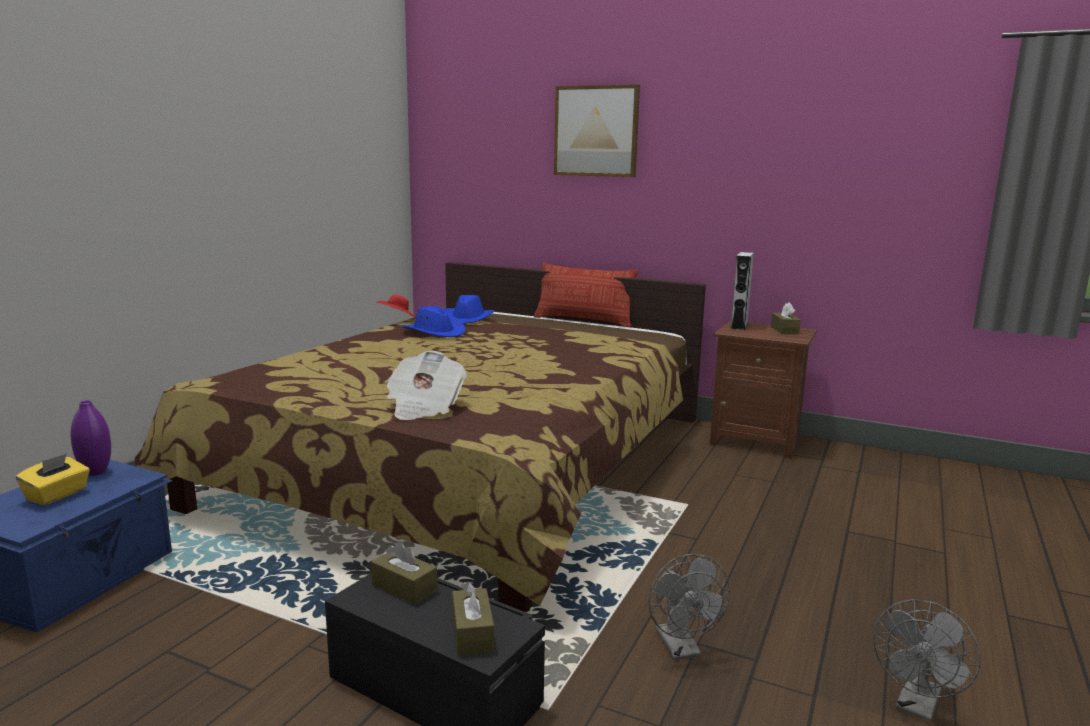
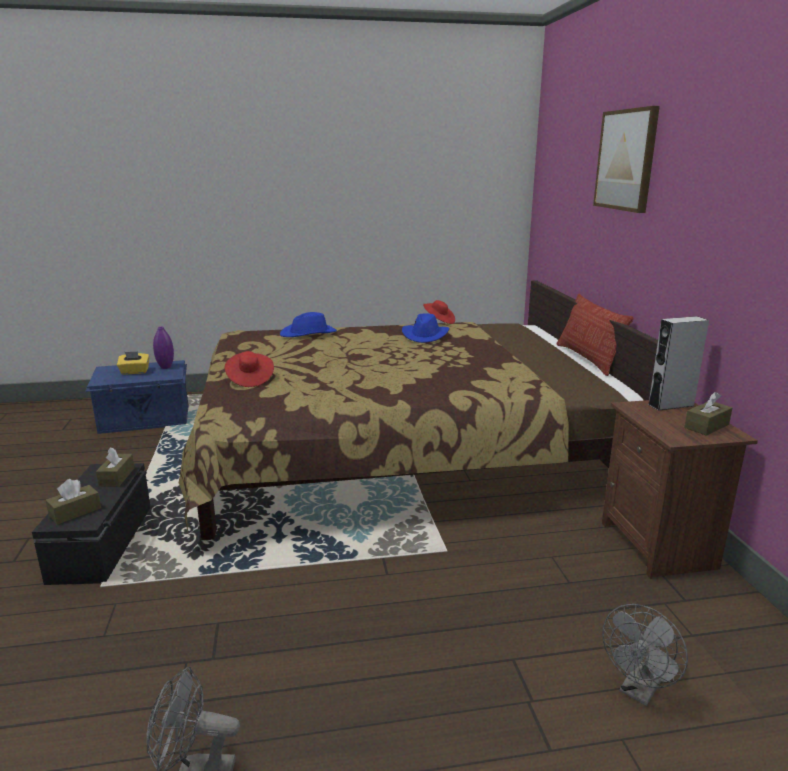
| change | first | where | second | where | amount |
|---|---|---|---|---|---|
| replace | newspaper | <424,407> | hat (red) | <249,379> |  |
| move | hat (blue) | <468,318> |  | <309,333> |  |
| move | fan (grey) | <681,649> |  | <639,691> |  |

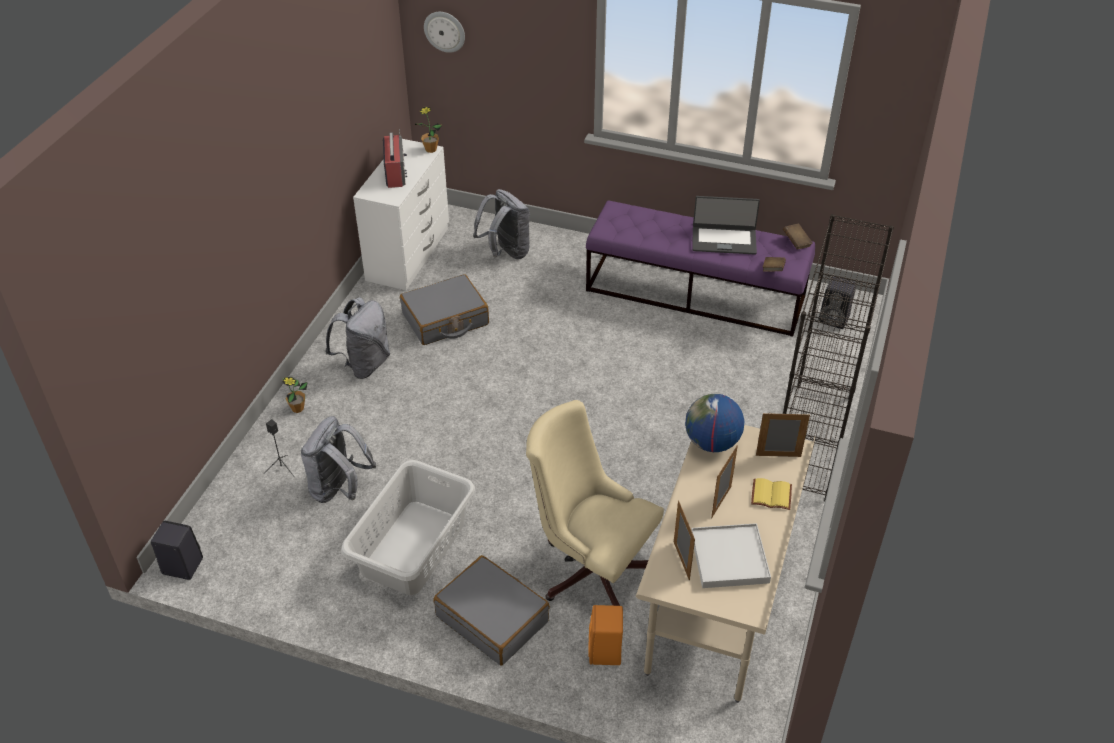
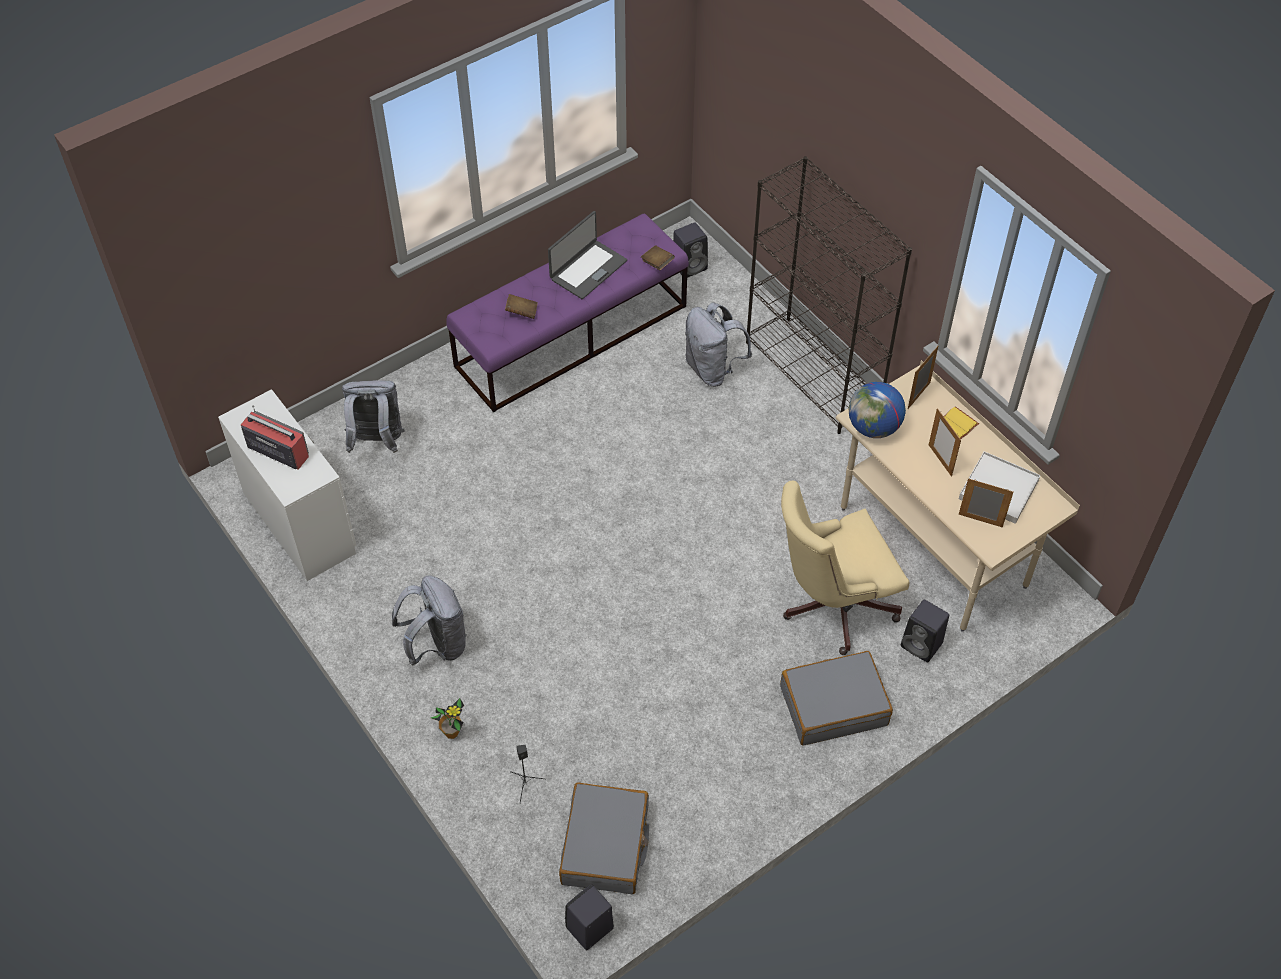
| change | first | where | second | where | amount |
|---|---|---|---|---|---|
| move | book (brown) | <796,242> |  | <521,312> |  |
| move | suitcase (grey) | <445,320> |  | <606,845> |  |
| move | backpack (grey) | <339,489> |  | <713,369> |  |
| recolor | speaker (orange) | <605,652> | speaker (black) | <922,645> |  |
| delete | laundry basket (grey) | <412,547> |  |  |  |
| delete | potted plant | <431,149> |  |  |  |
| delete | wall clock | <445,31> |  |  |  |

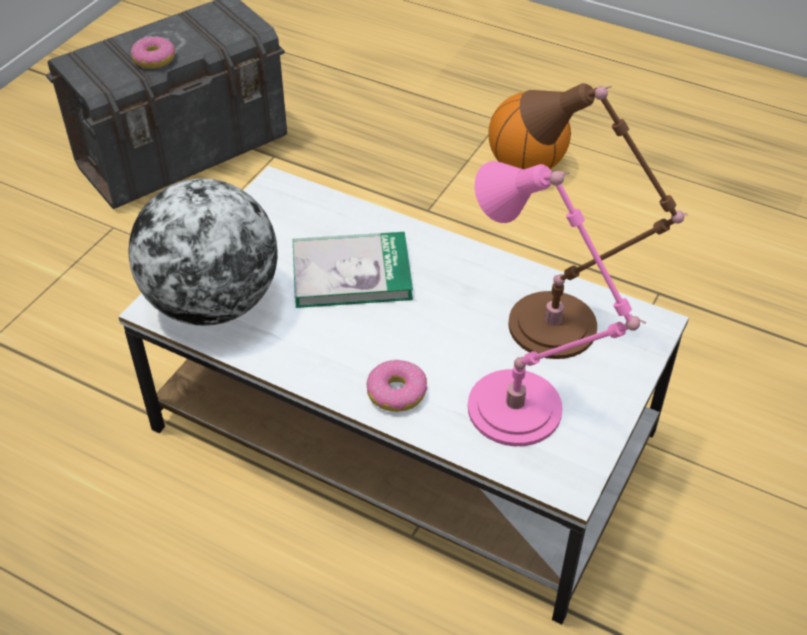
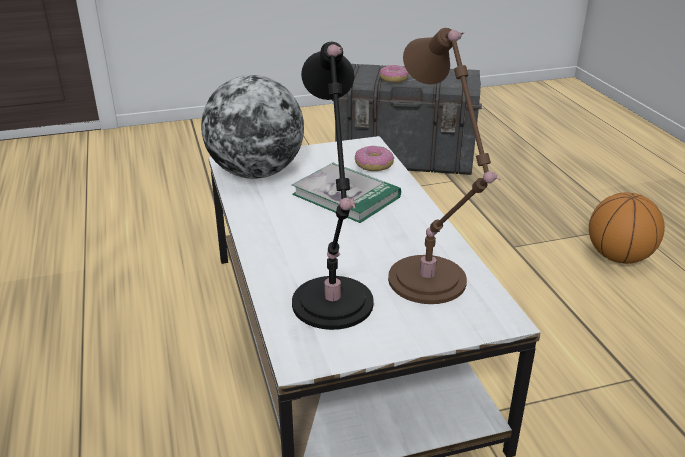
| change | first | where | second | where | amount |
|---|---|---|---|---|---|
| recolor | table lamp (pink) | <521,413> | table lamp (black) | <333,308> |  |
| move | donut | <396,393> |  | <373,165> |  |

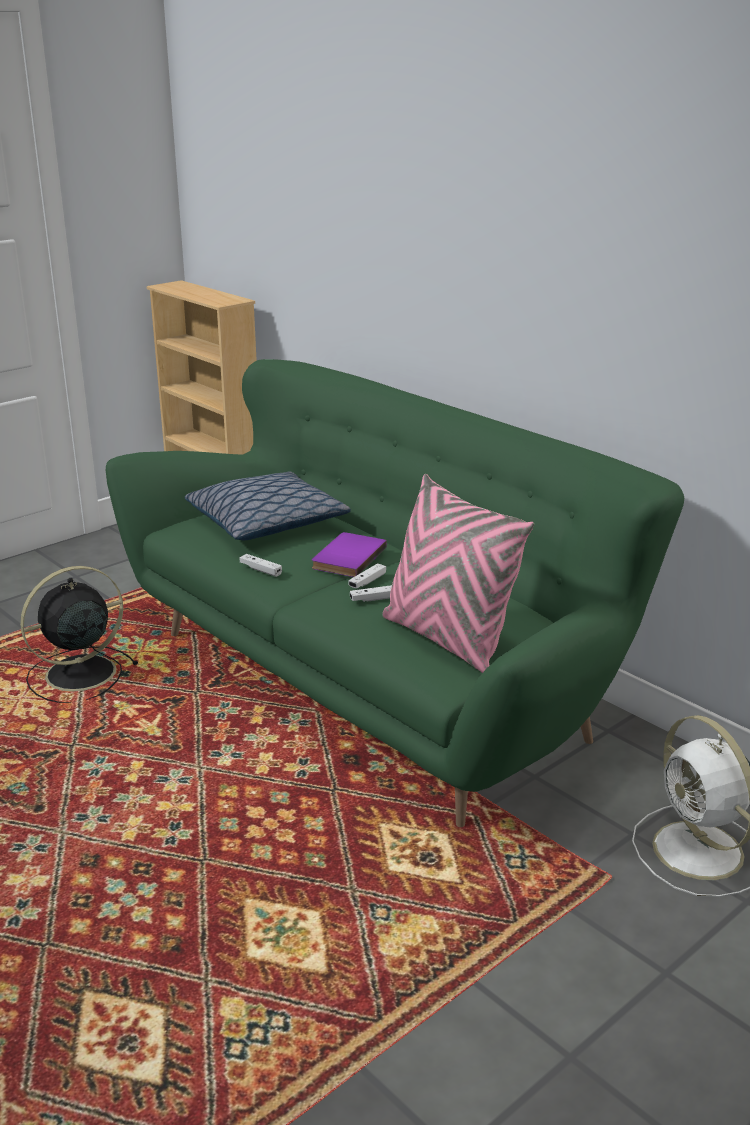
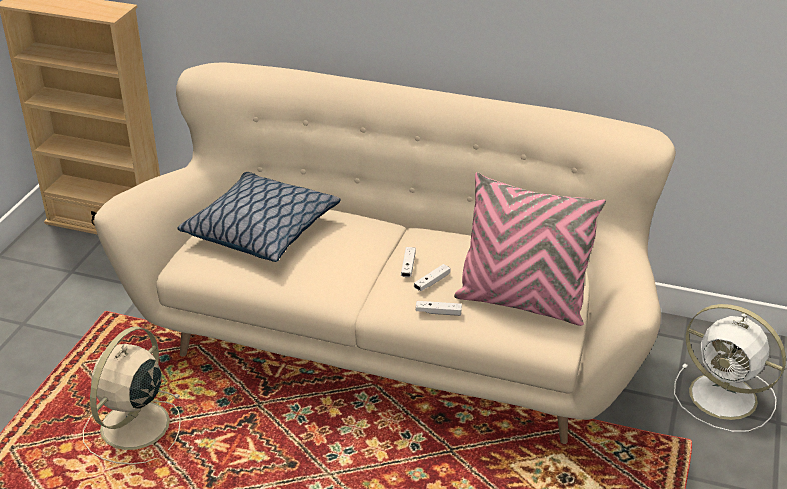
| change | first | where | second | where | amount |
|---|---|---|---|---|---|
| recolor | fan (black) | <77,674> | fan (beige) | <133,427> |  |
| recolor | sofa (green) | <375,680> | sofa (beige) | <393,339> |  |
| move | game controller (white) | <261,570> |  | <438,312> |  |
| delete | book (purple) | <346,557> |  |  |  |

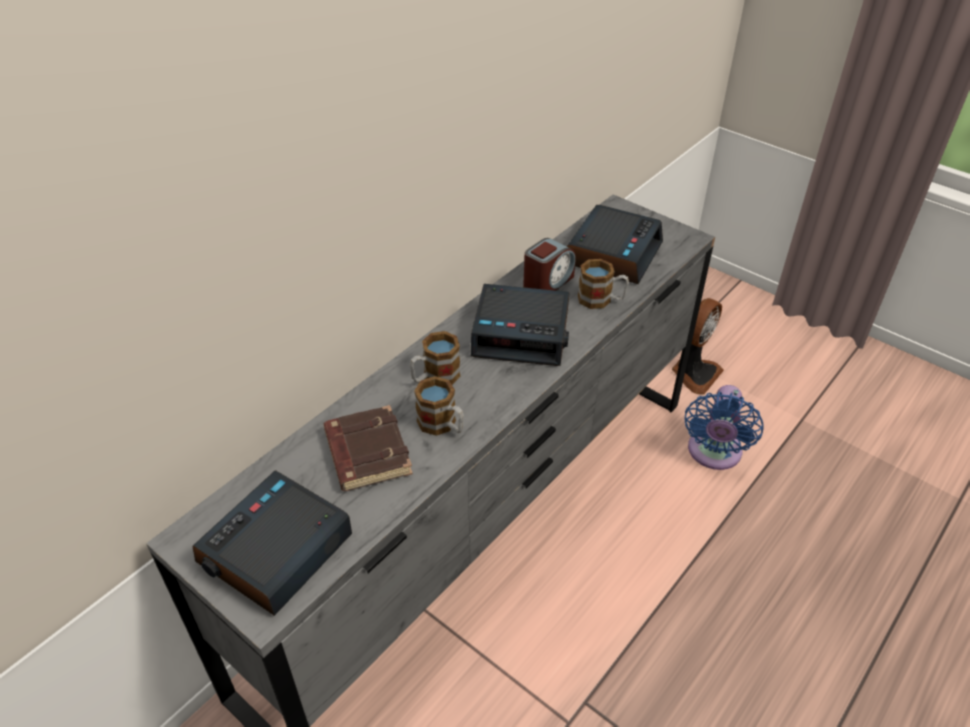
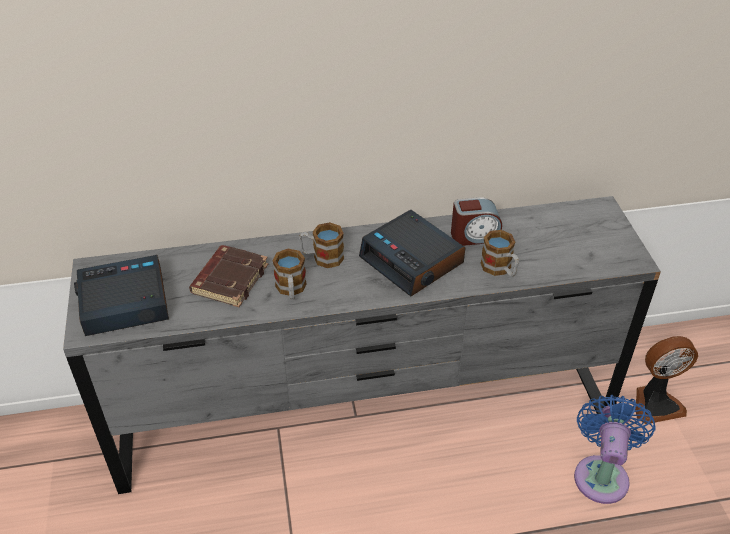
| change | first | where | second | where | amount |
|---|---|---|---|---|---|
| rotate | fan (blue) | <713,454> |  | <601,474> | 135 degrees clockwise |
| delete | alarm clock | <613,253> |  |  |  |

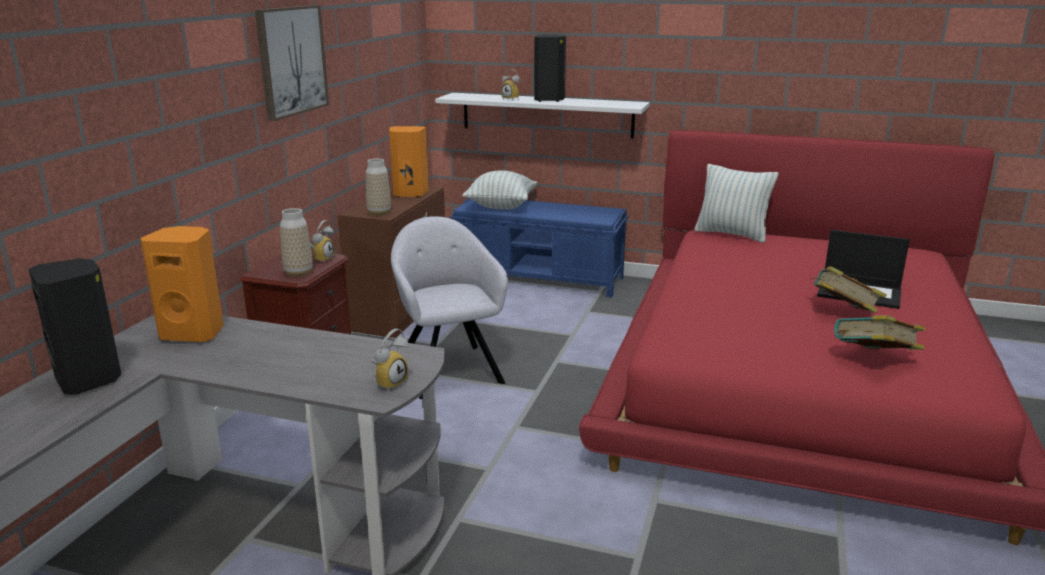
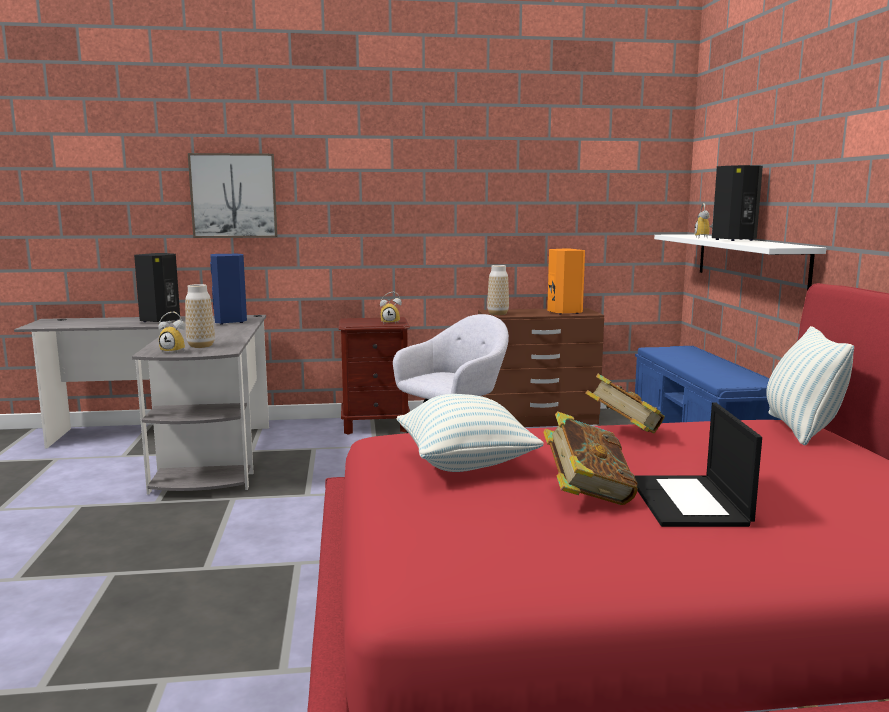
| change | first | where | second | where | amount |
|---|---|---|---|---|---|
| move | vase | <298,273> |  | <201,346> |  |
| move | picture | <291,61> |  | <233,196> |  |
| recolor | speaker (orange) | <194,333> | speaker (blue) | <230,321> |  |
| move | pillow | <501,206> |  | <465,463> |  |
| move | book | <873,360> |  | <624,434> |  |

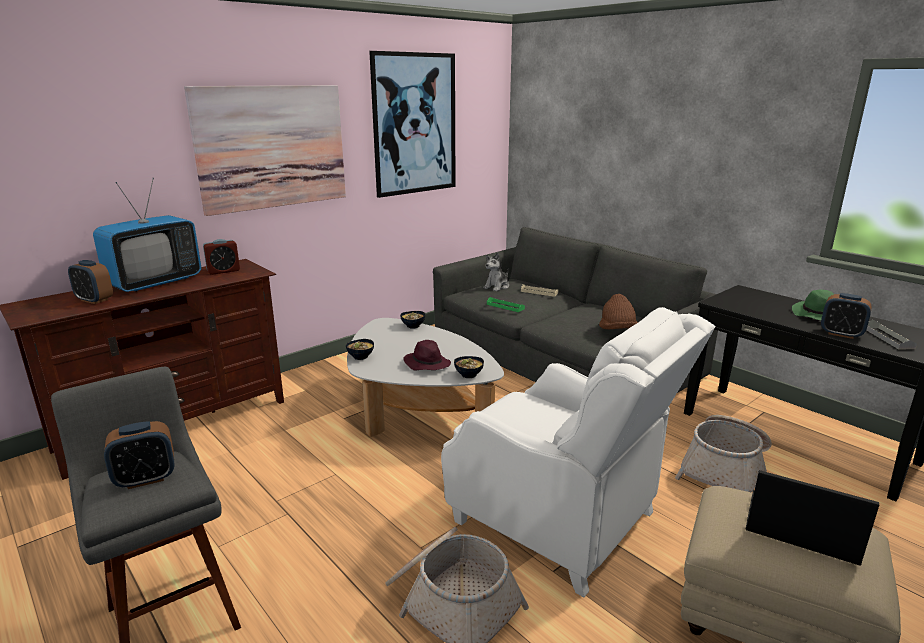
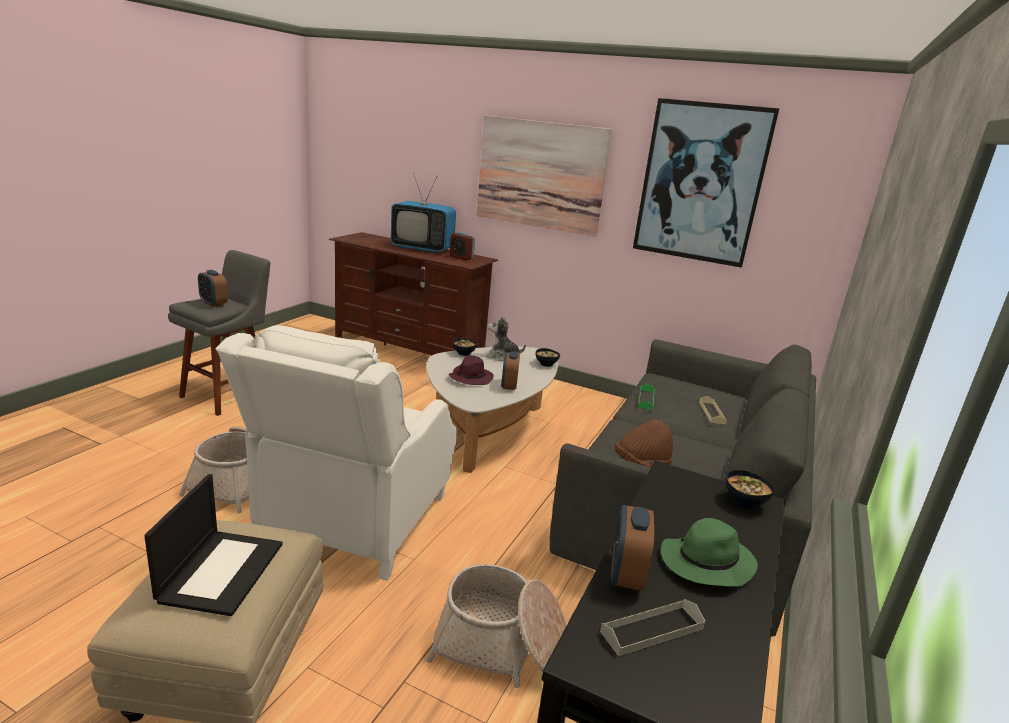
| change | first | where | second | where | amount |
|---|---|---|---|---|---|
| move | plush toy | <497,287> |  | <502,357> |  |
| move | alarm clock | <94,300> |  | <509,385> |  |
| move | bowl | <468,375> |  | <745,501> |  |

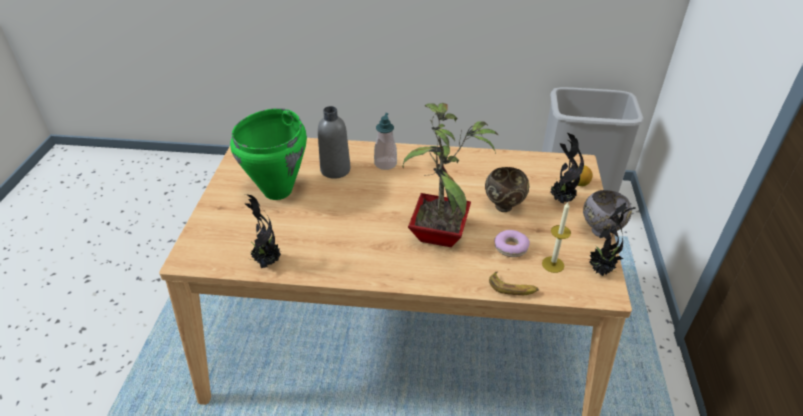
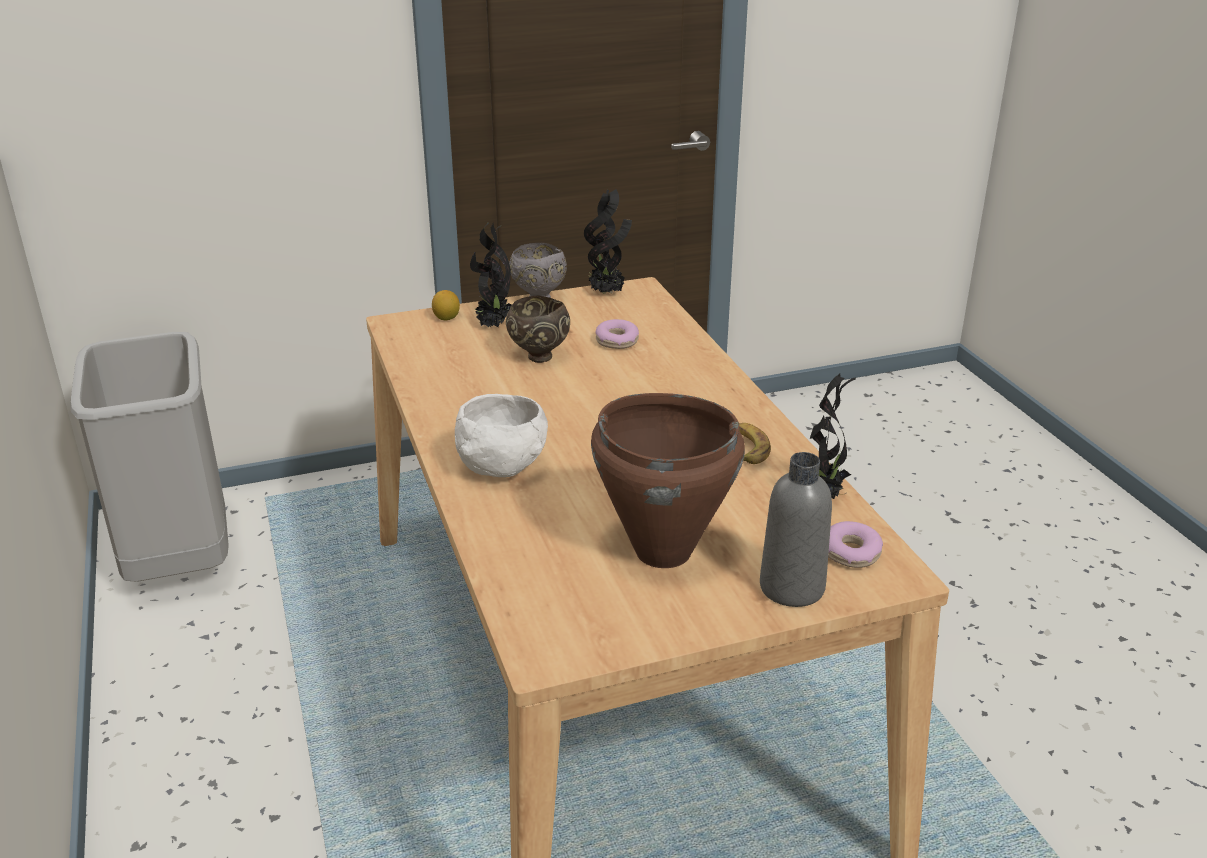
| change | first | where | second | where | amount |
|---|---|---|---|---|---|
| replace | soap dispenser | <385,163> | bowl (white) | <502,468> |  |
| recolor | cooking pot (green) | <278,191> | cooking pot (brown) | <662,551> |  |
| move | banana | <512,288> |  | <747,448> |  |
| move | bottle (grey) | <335,170> |  | <792,587> |  |
| insert |  |  | donut | <851,553> |  |
| delete | potted plant | <442,235> |  |  |  |
| delete | candle | <553,264> |  |  |  |

